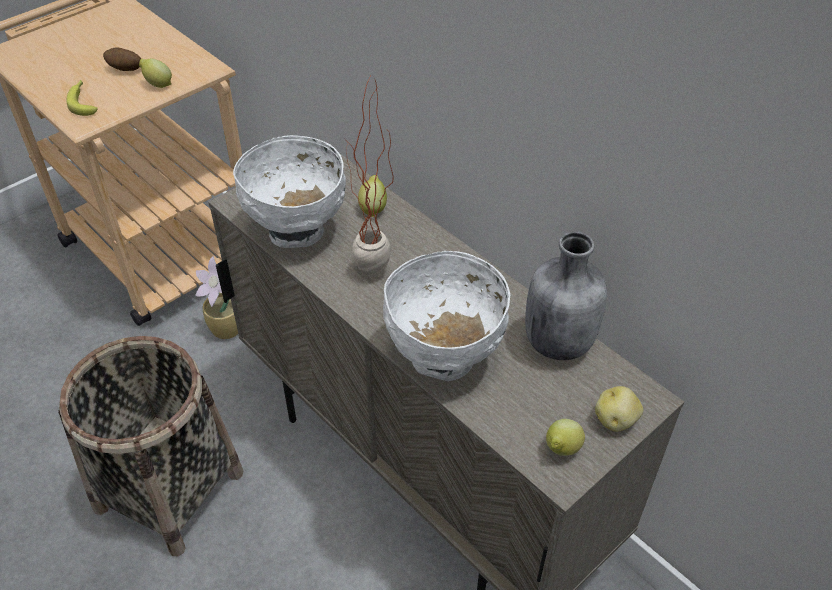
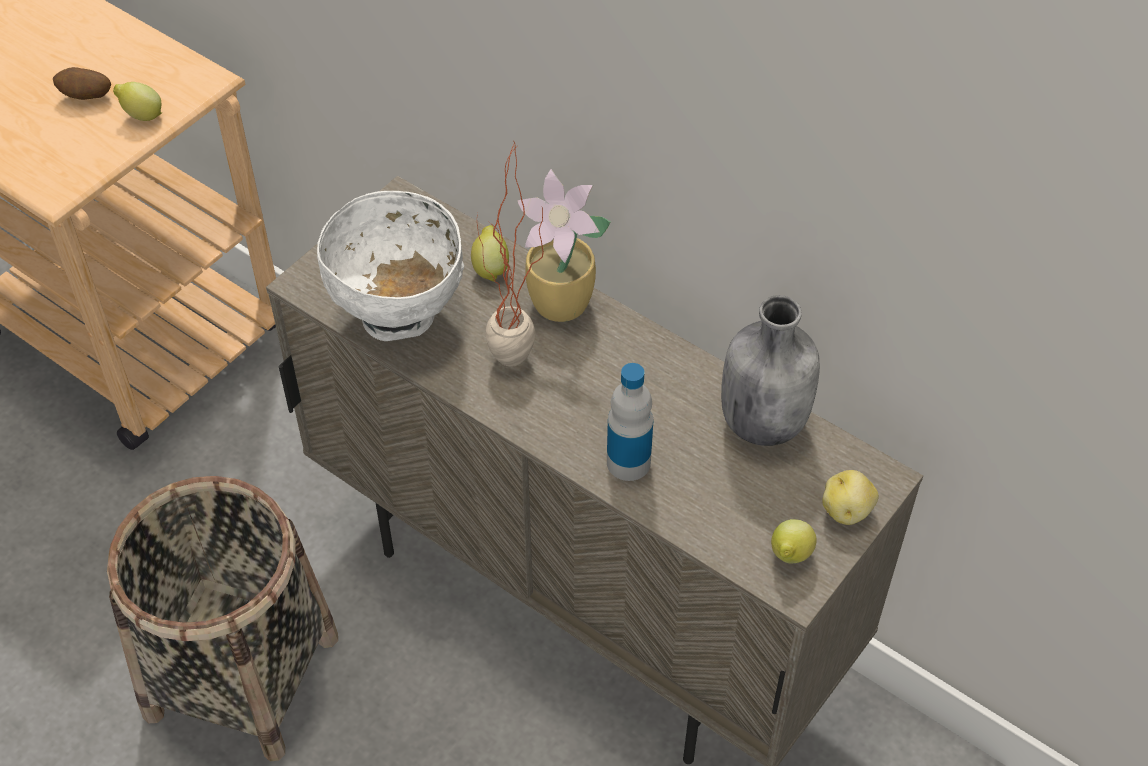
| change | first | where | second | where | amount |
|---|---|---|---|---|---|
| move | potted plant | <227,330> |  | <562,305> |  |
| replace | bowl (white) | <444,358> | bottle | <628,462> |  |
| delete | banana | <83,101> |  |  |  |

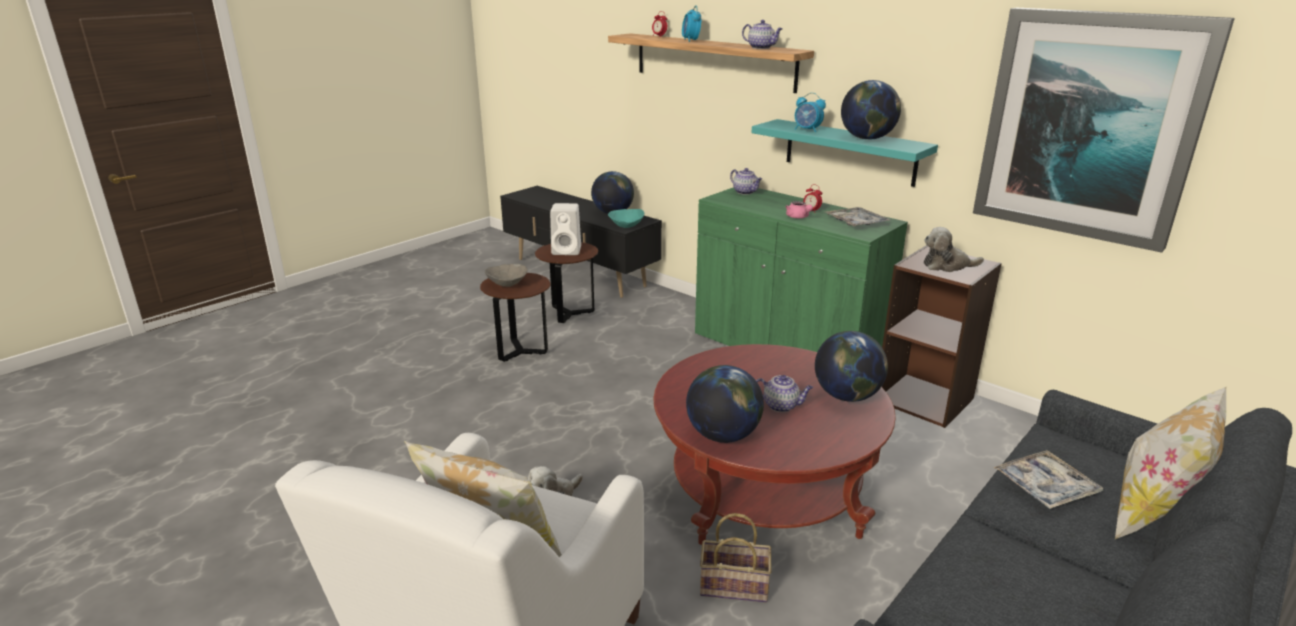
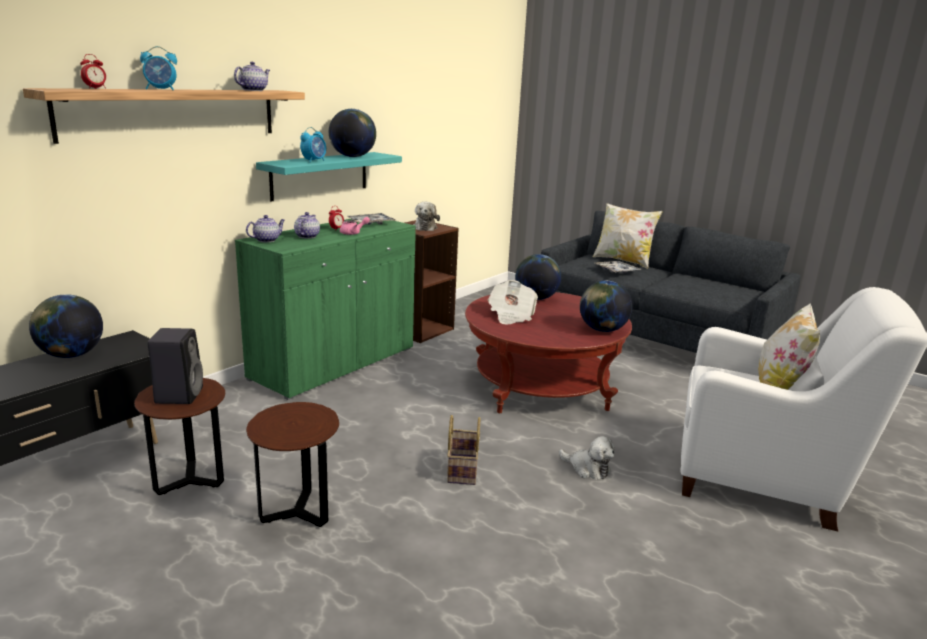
| change | first | where | second | where | amount |
|---|---|---|---|---|---|
| recolor | speaker (white) | <567,250> | speaker (black) | <179,395> |  |
| move | teapot | <781,406> |  | <307,236> |  |
| move | basket | <736,585> |  | <461,469> |  |
| insert |  |  | newspaper | <511,316> |  |
| delete | bowl (grey) | <506,284> |  |  |  |
| delete | bowl (turquoise) | <626,226> |  |  |  |
| delete | picture | <1089,126> |  |  |  |

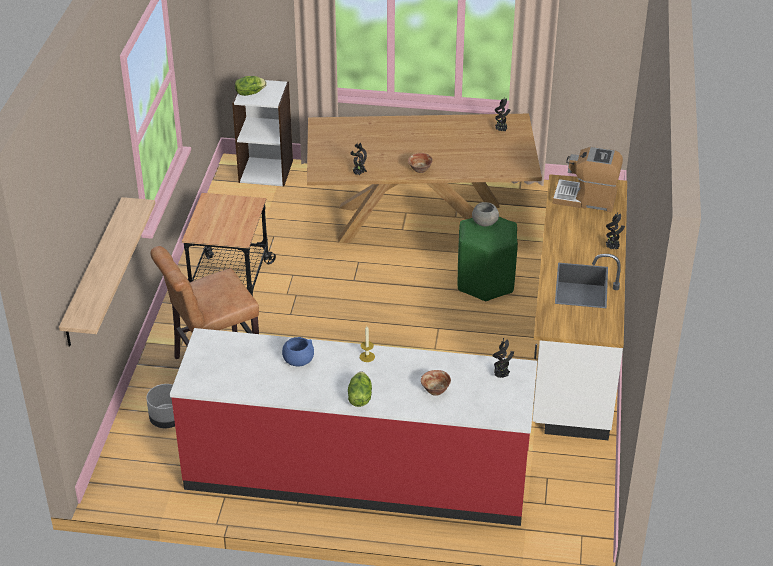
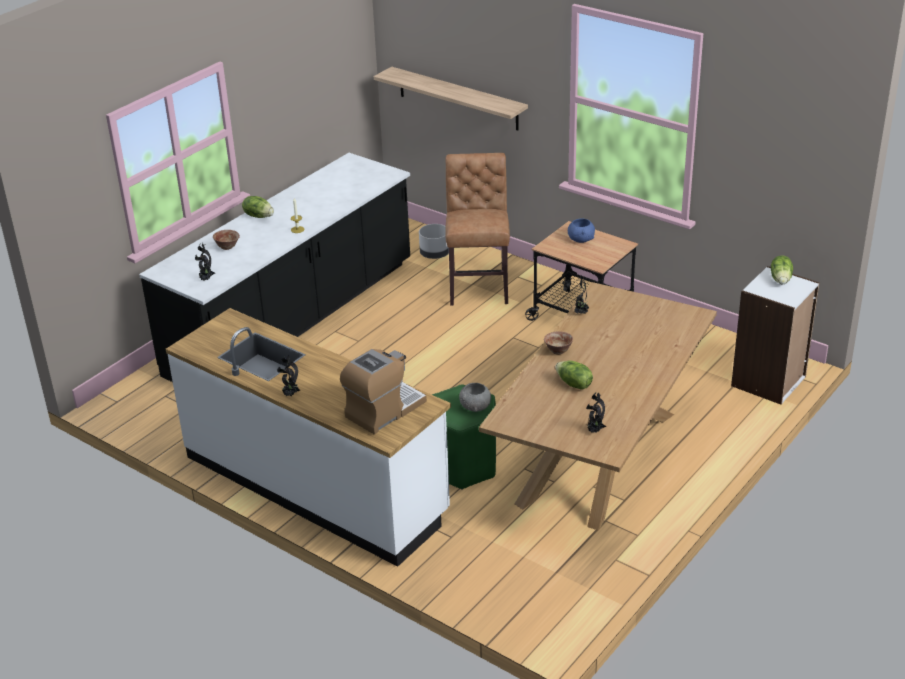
| change | first | where | second | where | amount |
|---|---|---|---|---|---|
| recolor | counter (red) | <357,473> | counter (black) | <293,319> |  |
| insert |  |  | lettuce | <573,384> |  |
| move | bowl (blue) | <298,361> |  | <581,240> |  |

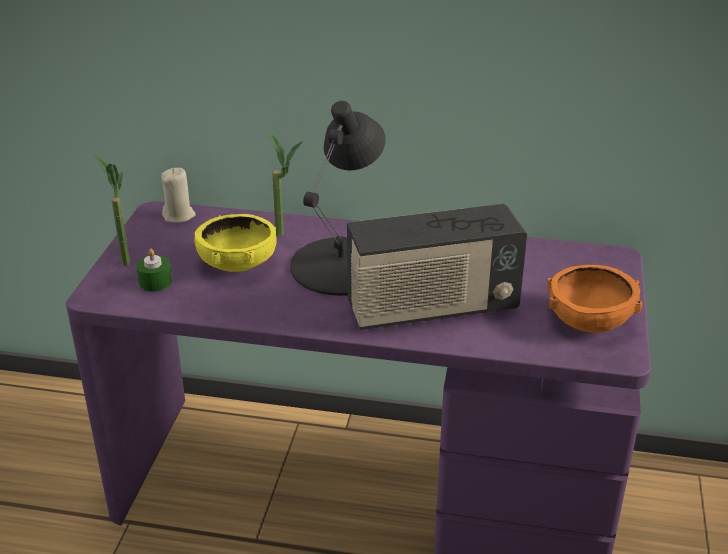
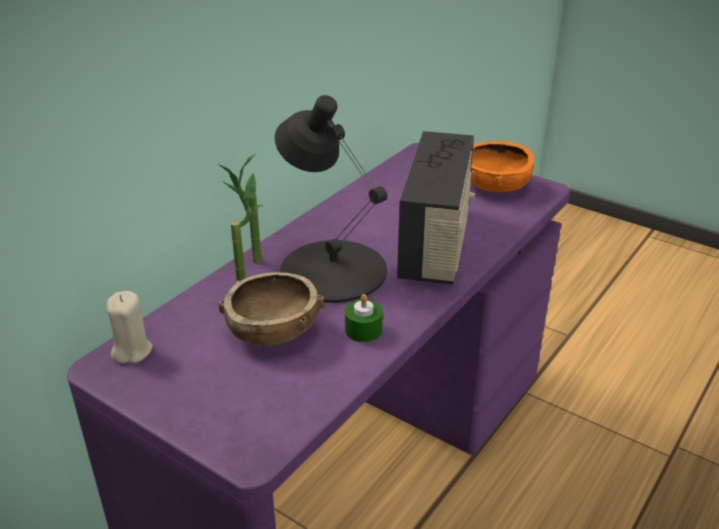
| change | first | where | second | where | amount |
|---|---|---|---|---|---|
| move | potted plant | <123,259> |  | <248,261> |  |
| recolor | bowl (yellow) | <237,263> | bowl (brown) | <274,331> |  |
| move | candle (green) | <155,282> |  | <363,330> |  |

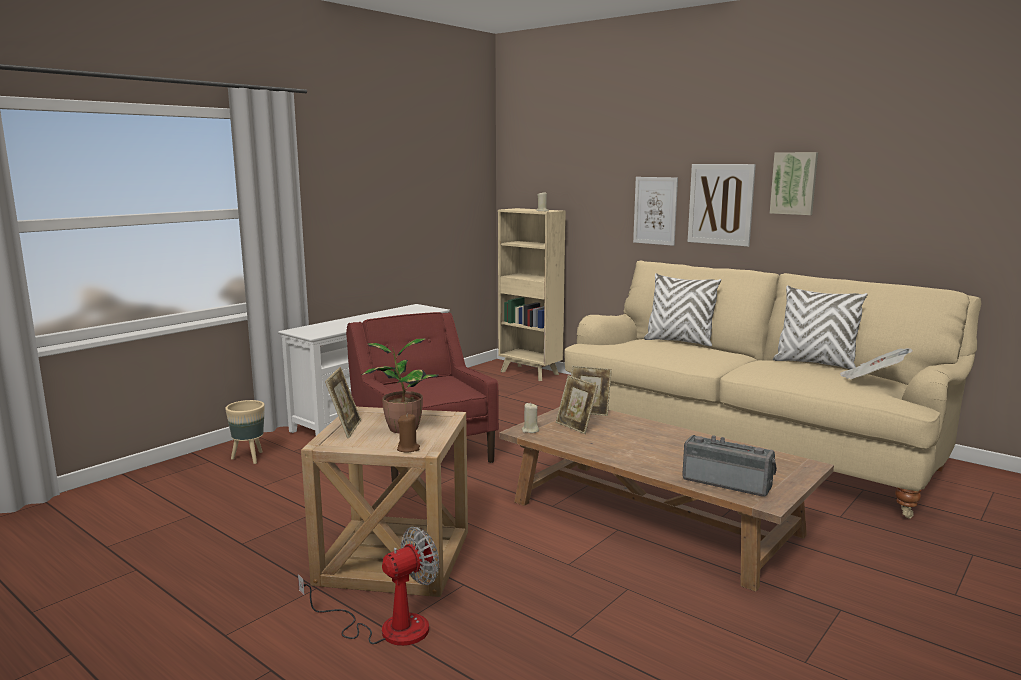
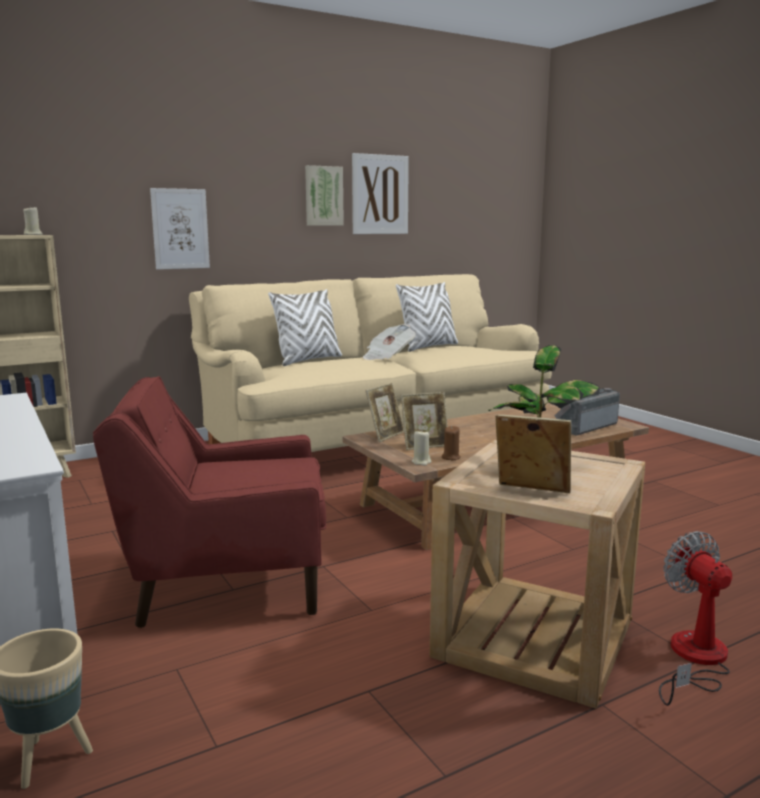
| change | first | where | second | where | amount |
|---|---|---|---|---|---|
| move | picture | <720,204> |  | <380,194> |  |
| move | newspaper | <872,380> |  | <387,357> |  |
| move | candle (brown) | <408,449> |  | <450,457> |  |

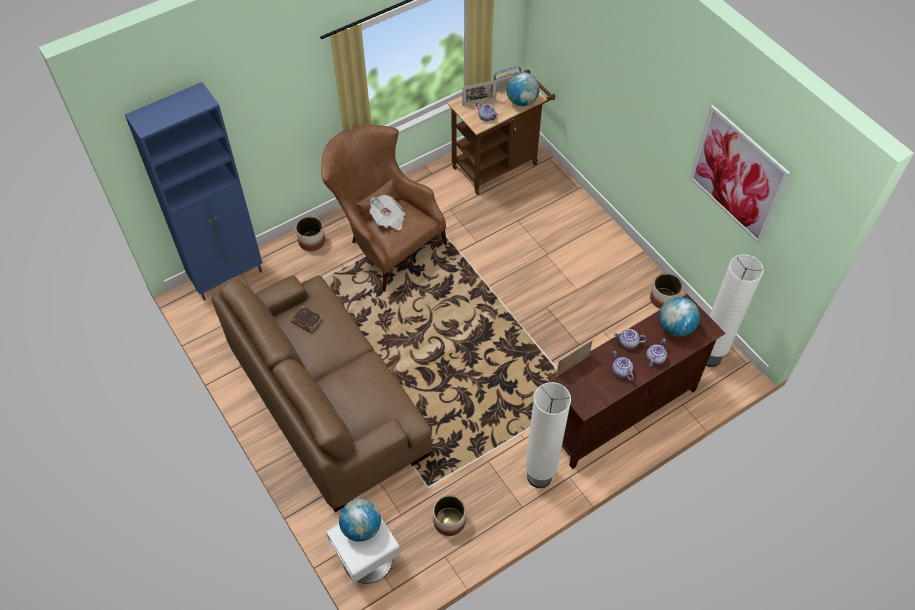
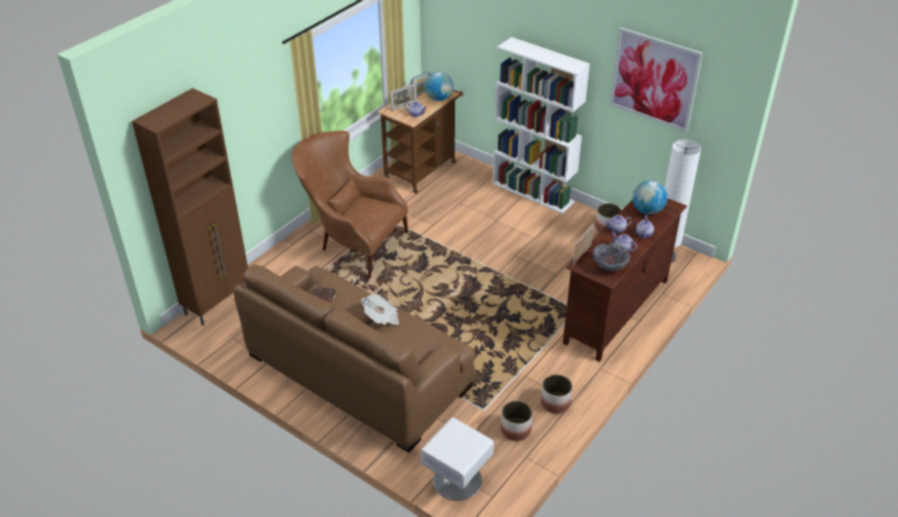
| change | first | where | second | where | amount |
|---|---|---|---|---|---|
| recolor | cabinet (blue) | <228,277> | cabinet (brown) | <218,302> |  |
| move | newspaper | <388,219> |  | <381,318> |  |
| insert |  |  | bookcase (white) | <533,192> |  |
| move | planter | <312,241> |  | <555,402> |  |
| insert |  |  | bowl | <609,266> |  |
| delete | globe | <361,527> |  |  |  |
| delete | floor lamp (white) | <539,477> |  |  |  |

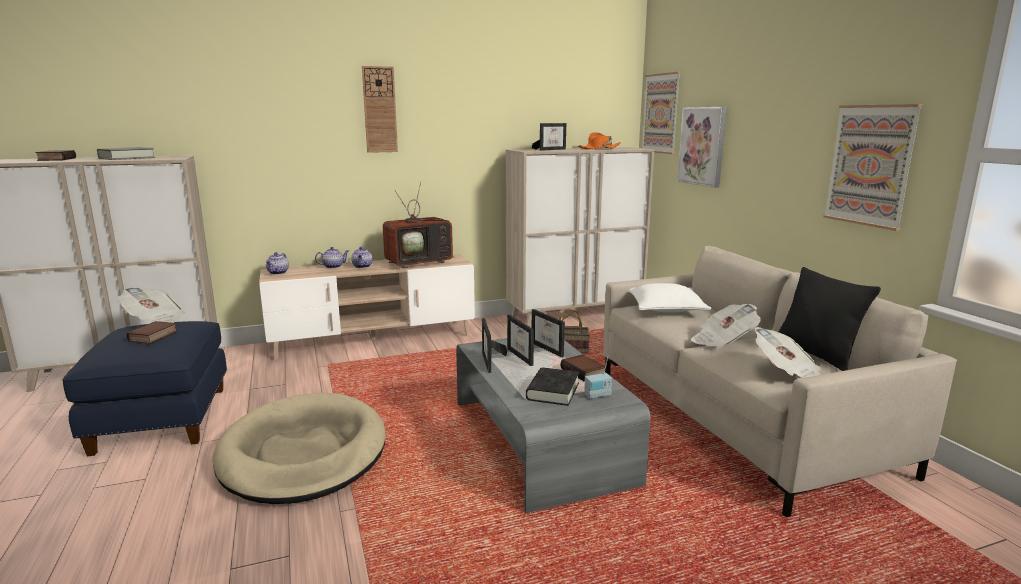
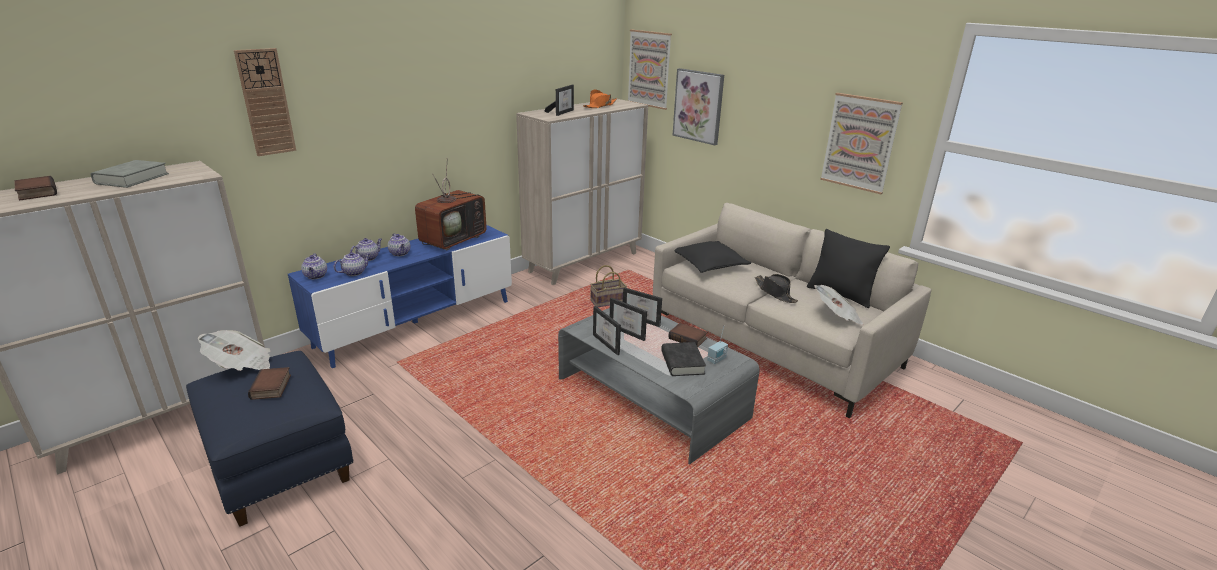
| change | first | where | second | where | amount |
|---|---|---|---|---|---|
| move | wall clock | <380,110> |  | <266,102> |  |
| recolor | tv stand (beige) | <373,339> | tv stand (blue) | <416,323> |  |
| insert |  |  | teapot | <354,272> |  |
| recolor | pillow (white) | <666,309> | pillow (black) | <709,264> |  |
| replace | newspaper | <723,341> | hat (black) | <775,293> |  |
| delete | dog bed (beige) | <304,453> |  |  |  |

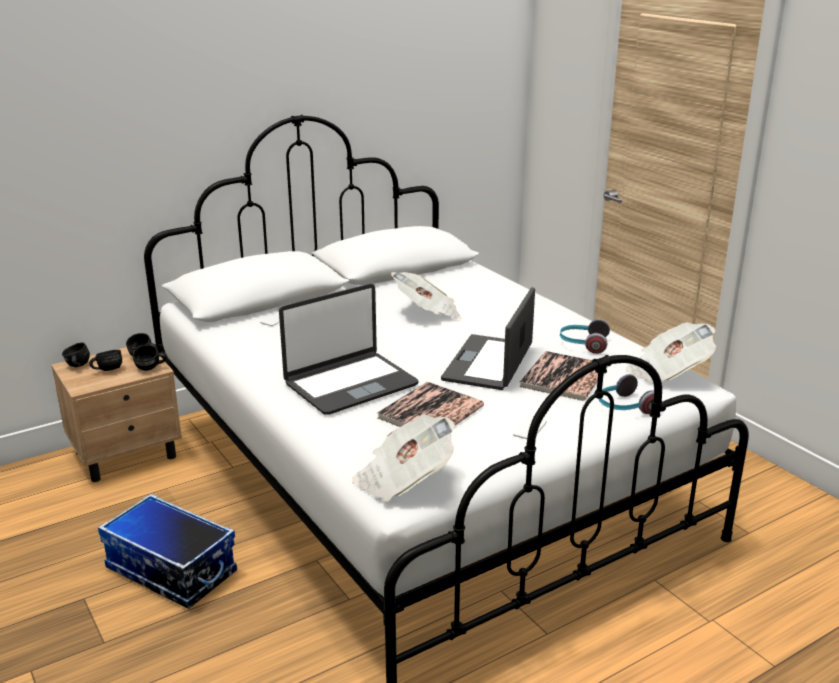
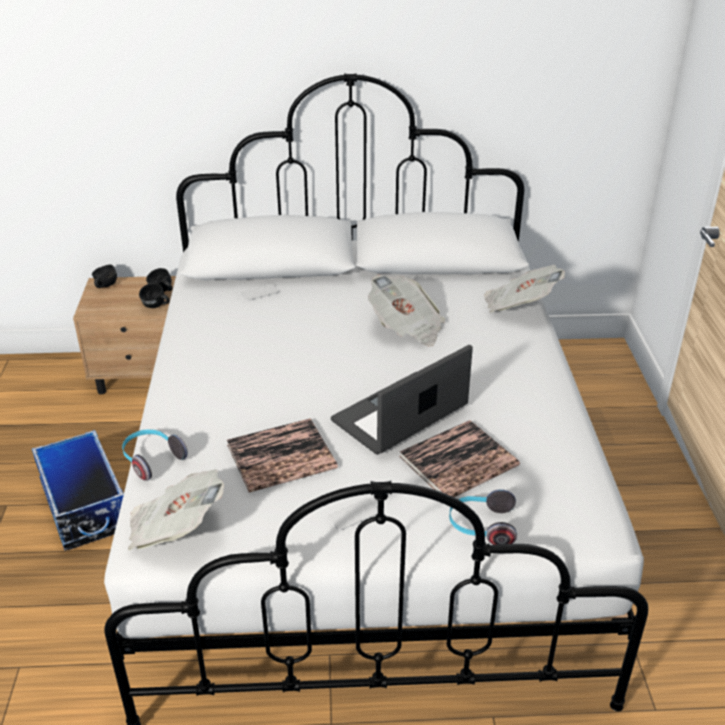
| change | first | where | second | where | amount |
|---|---|---|---|---|---|
| move | headphones | <583,344> |  | <152,460> |  |
| move | newspaper | <668,372> |  | <519,306> |  |
| delete | mug (black) | <107,370> |  |  |  |
| delete | laptop | <350,384> |  |  |  |

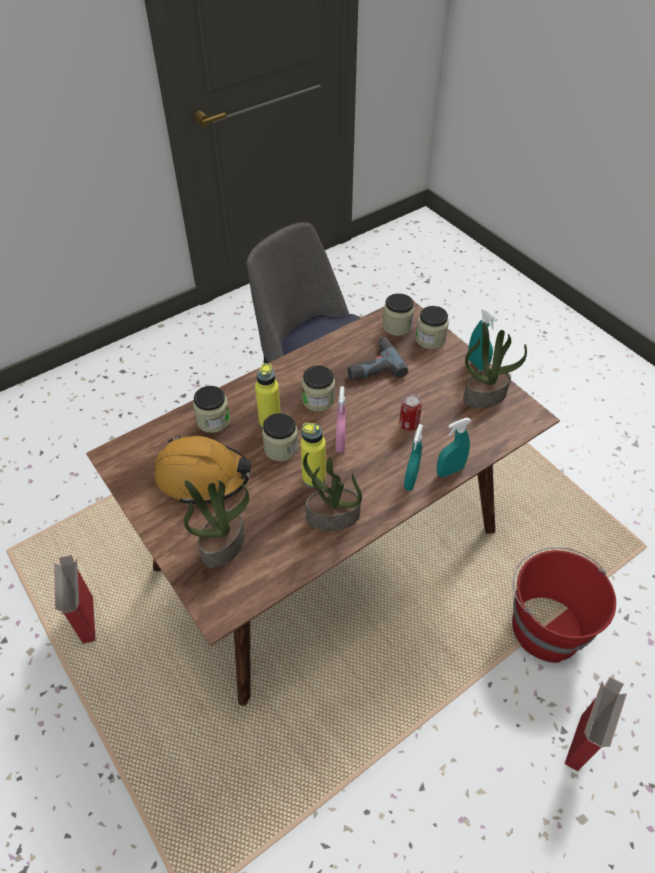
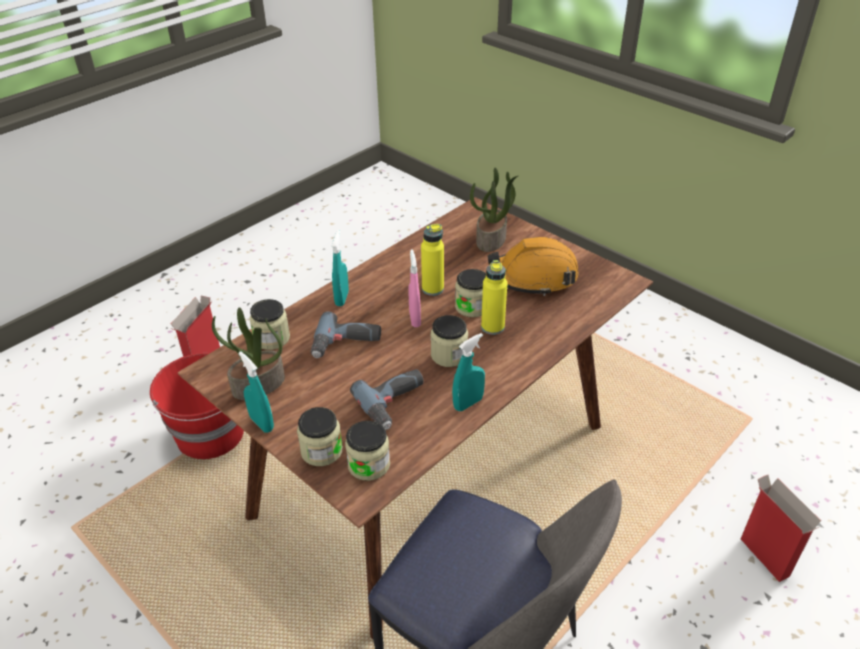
| change | first | where | second | where | amount |
|---|---|---|---|---|---|
| move | jar | <213,420> |  | <272,338> |  |
| replace | can | <408,424> | power drill | <346,344> |  |
| move | spray bottle (turquoise) | <450,471> |  | <468,403> |  |
| move | cardboard box | <88,621> |  | <763,556> |  |
| delete | potted plant | <332,517> |  |  |  |

